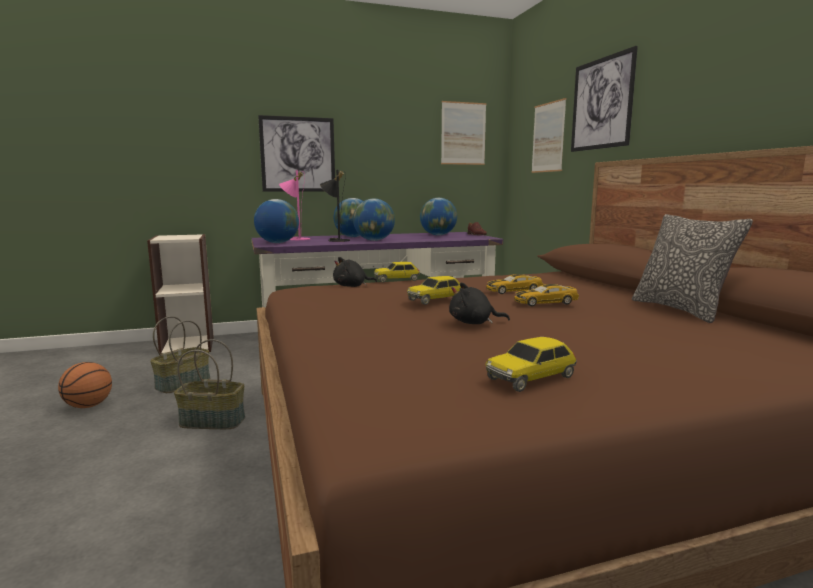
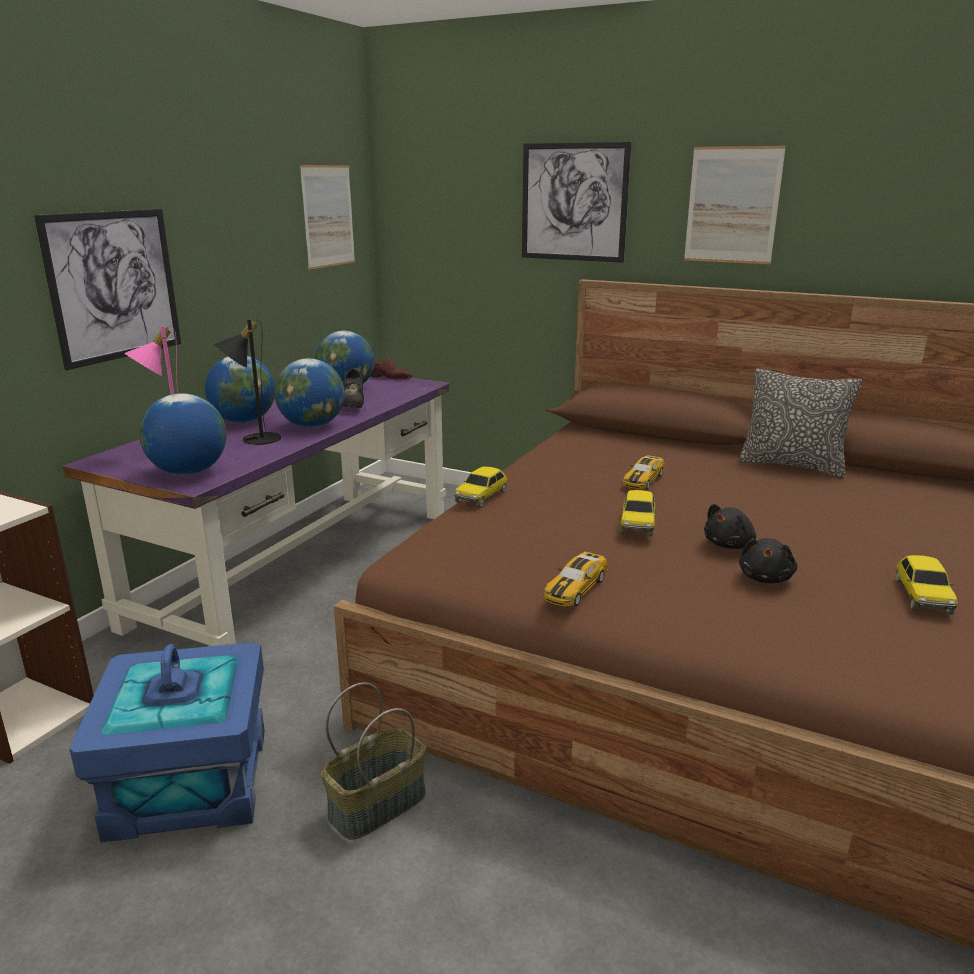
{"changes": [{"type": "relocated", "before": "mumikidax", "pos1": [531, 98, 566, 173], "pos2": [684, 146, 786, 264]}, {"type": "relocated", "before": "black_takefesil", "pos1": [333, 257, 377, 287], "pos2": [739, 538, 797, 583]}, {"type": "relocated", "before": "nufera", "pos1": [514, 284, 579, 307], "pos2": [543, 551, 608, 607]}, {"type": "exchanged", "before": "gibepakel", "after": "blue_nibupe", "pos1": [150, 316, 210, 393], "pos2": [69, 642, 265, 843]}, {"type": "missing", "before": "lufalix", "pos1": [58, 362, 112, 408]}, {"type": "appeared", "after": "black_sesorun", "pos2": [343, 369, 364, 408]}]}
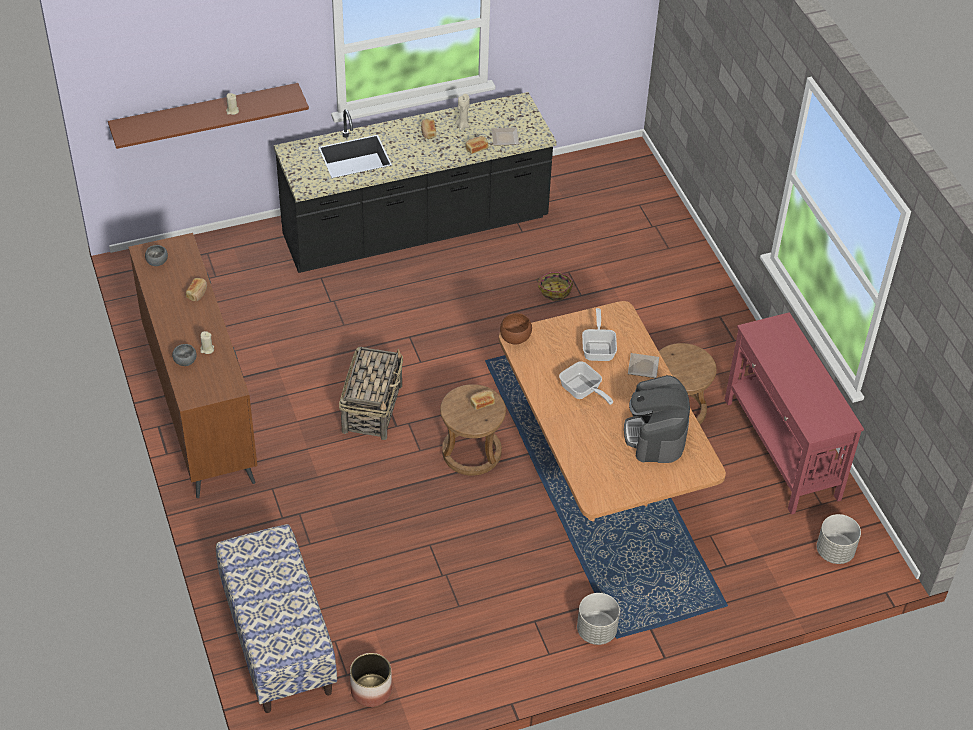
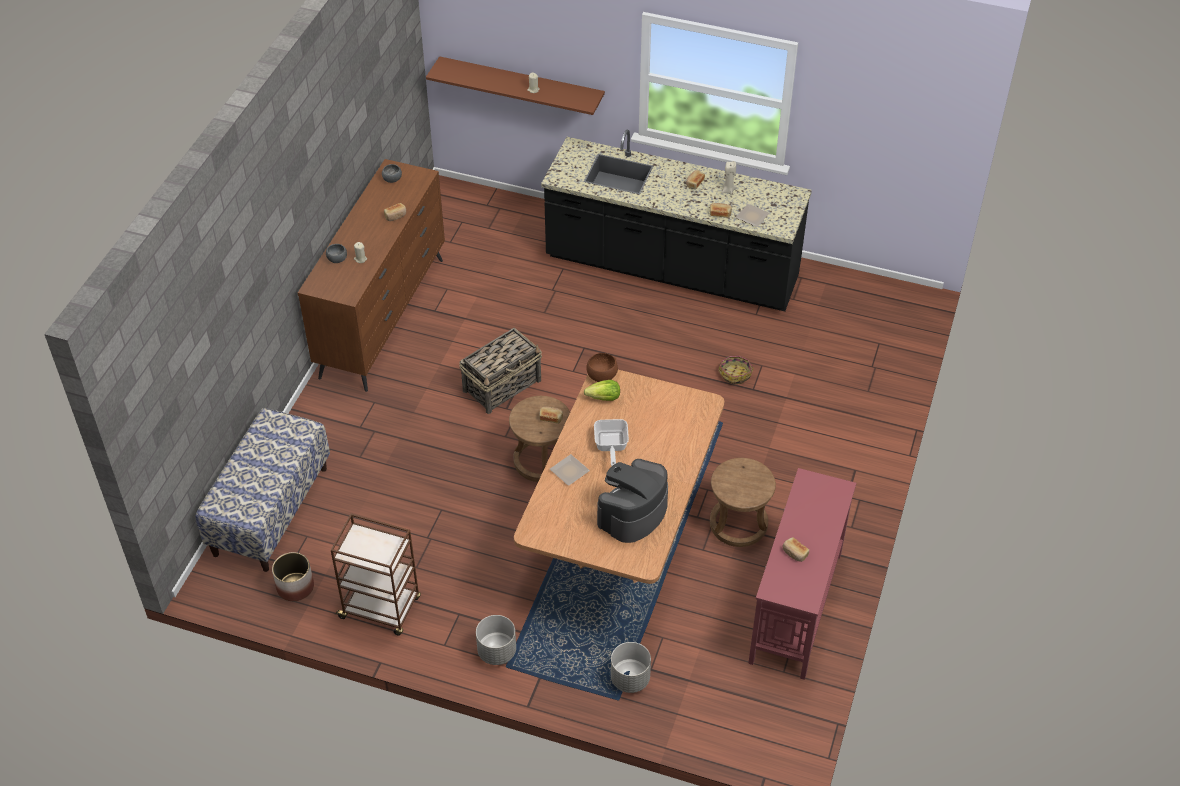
{"changes": [{"type": "missing", "before": "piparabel", "pos1": [582, 308, 617, 361]}, {"type": "relocated", "before": "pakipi", "pos1": [628, 353, 659, 378], "pos2": [550, 454, 590, 486]}, {"type": "relocated", "before": "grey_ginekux", "pos1": [817, 514, 861, 564], "pos2": [611, 642, 651, 693]}, {"type": "appeared", "after": "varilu", "pos2": [584, 380, 620, 401]}, {"type": "appeared", "after": "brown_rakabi", "pos2": [331, 513, 421, 636]}, {"type": "appeared", "after": "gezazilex", "pos2": [783, 537, 809, 562]}]}
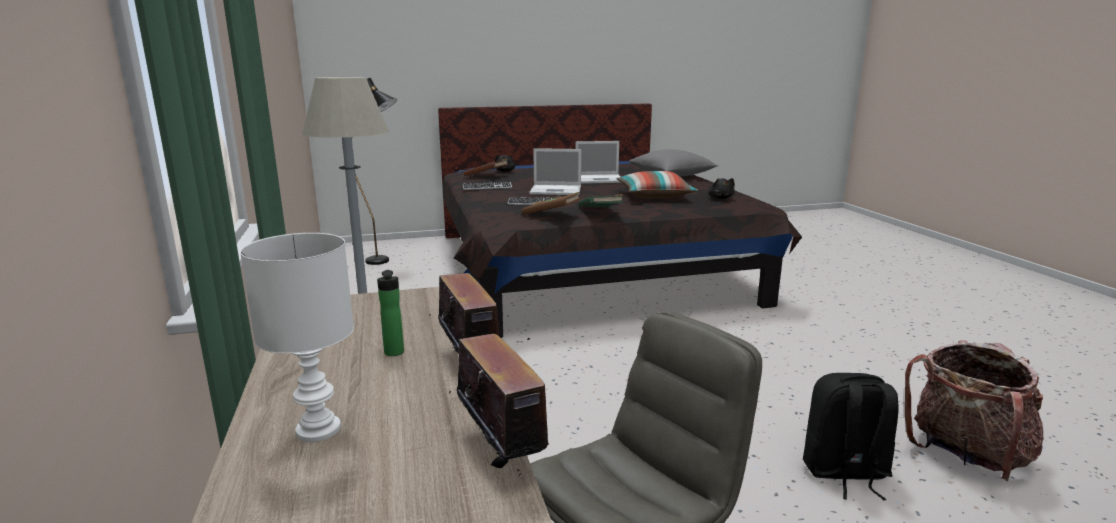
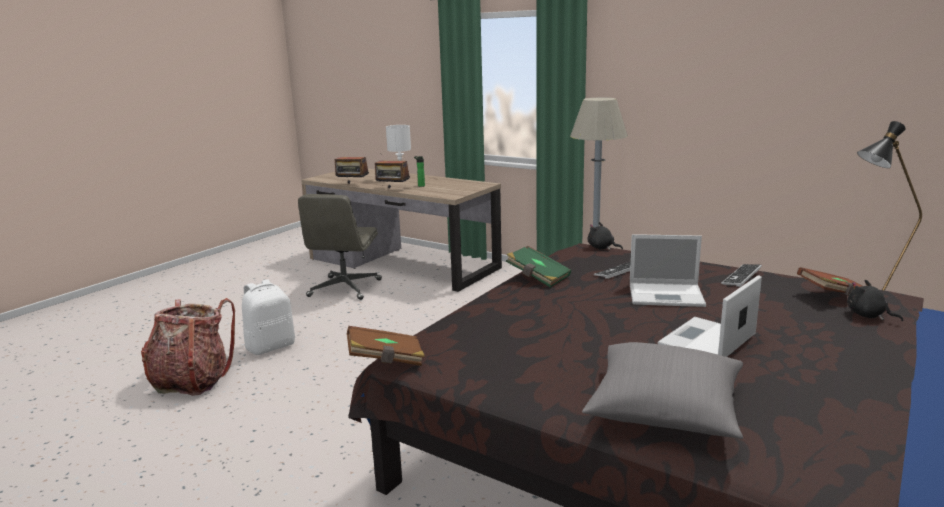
{"changes": [{"type": "spun", "before": "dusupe", "pos1": [529, 148, 581, 195], "pos2": [630, 234, 706, 307], "turn": -135}, {"type": "missing", "before": "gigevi", "pos1": [617, 171, 698, 199]}, {"type": "relocated", "before": "black_takefesil", "pos1": [708, 178, 735, 199], "pos2": [587, 222, 623, 250]}, {"type": "relocated", "before": "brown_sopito", "pos1": [521, 192, 580, 215], "pos2": [347, 326, 425, 366]}, {"type": "colour", "before": "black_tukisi", "after": "white_tukisi", "pos1": [803, 373, 899, 500], "pos2": [242, 279, 295, 355]}]}
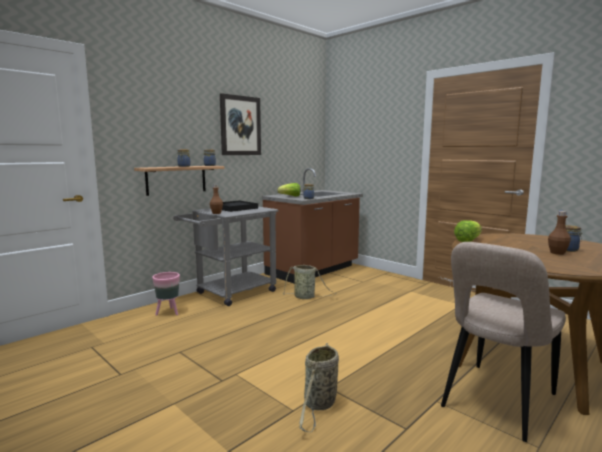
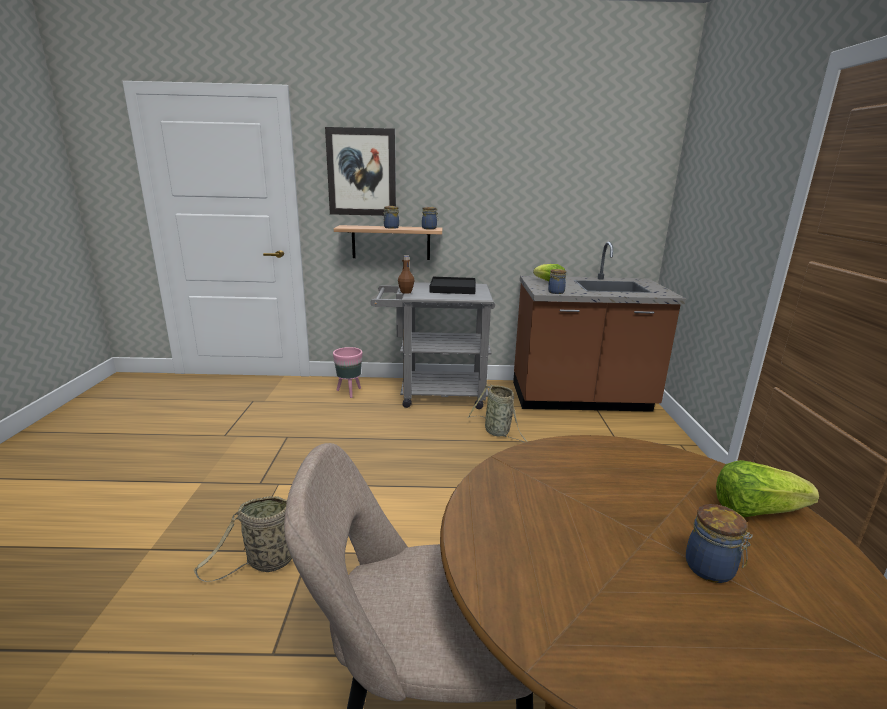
{"changes": [{"type": "relocated", "before": "mumikidax", "pos1": [220, 93, 261, 155], "pos2": [325, 127, 396, 216]}, {"type": "missing", "before": "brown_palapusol", "pos1": [548, 211, 571, 255]}, {"type": "relocated", "before": "varilu", "pos1": [454, 220, 482, 242], "pos2": [716, 460, 819, 517]}]}
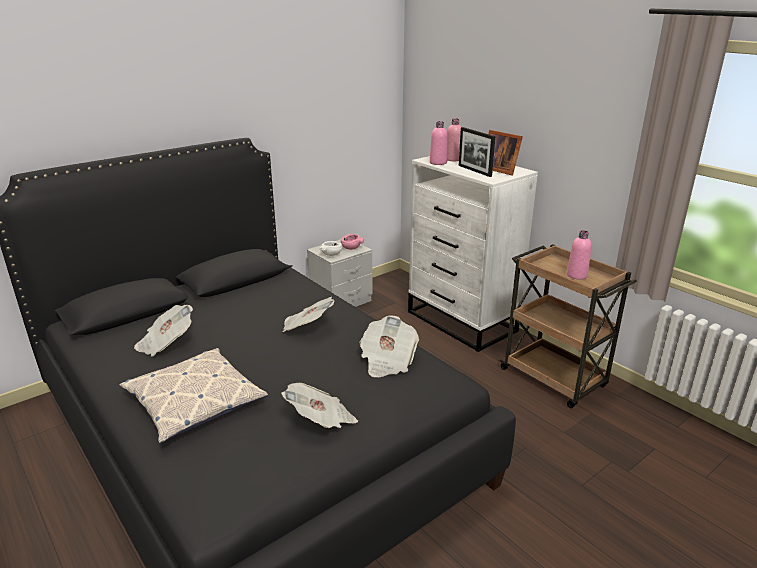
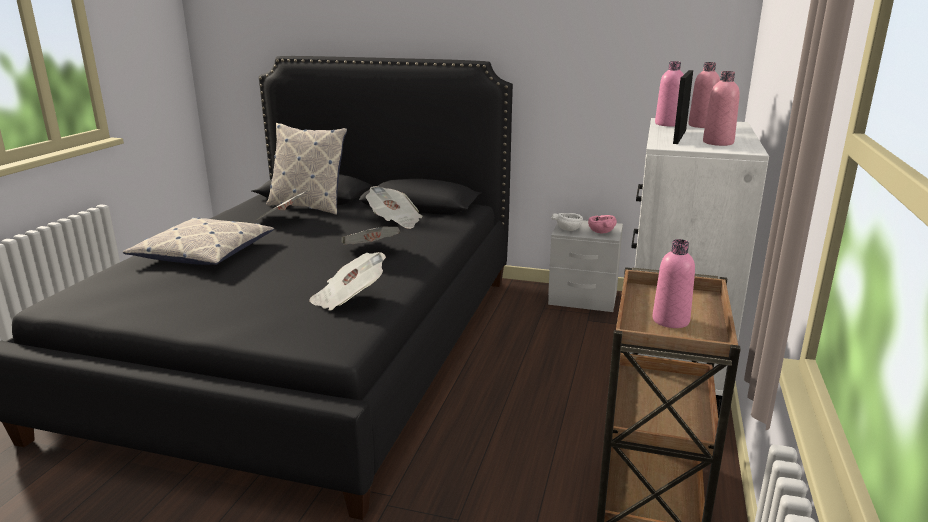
{"changes": [{"type": "exchanged", "before": "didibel", "after": "pink_palapusol", "pos1": [488, 130, 523, 176], "pos2": [703, 71, 740, 146]}, {"type": "relocated", "before": "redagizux", "pos1": [281, 383, 358, 428], "pos2": [366, 186, 423, 229]}, {"type": "appeared", "after": "gigevi", "pos2": [266, 123, 347, 215]}]}
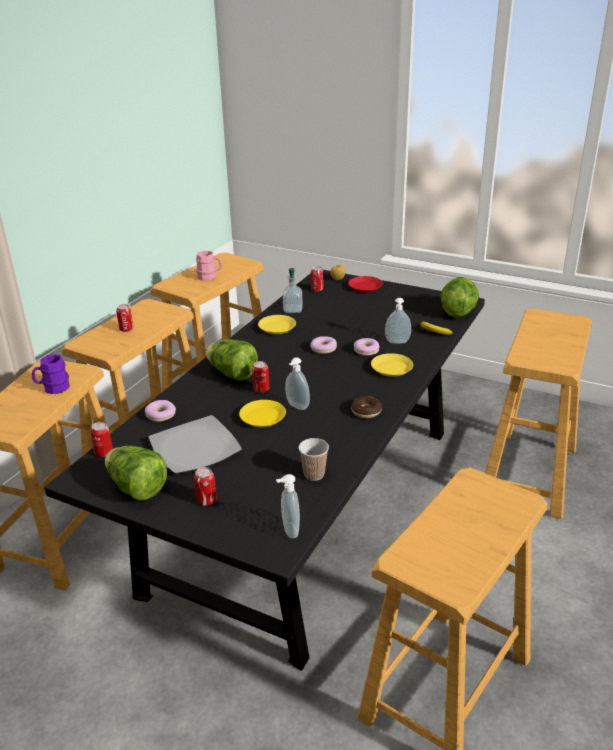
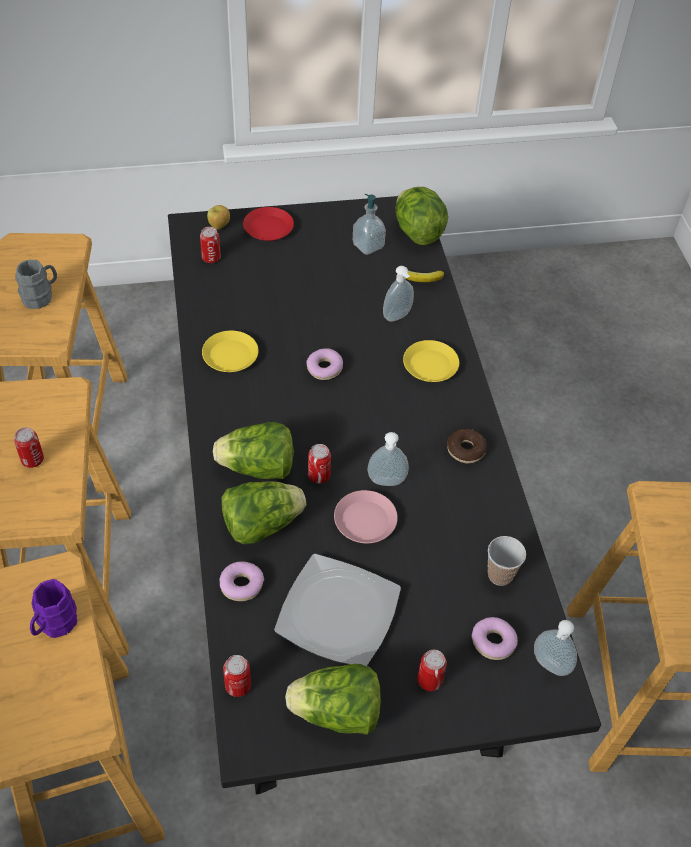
{"changes": [{"type": "colour", "before": "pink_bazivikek", "after": "grey_bazivikek", "pos1": [196, 251, 222, 281], "pos2": [15, 260, 57, 309]}, {"type": "relocated", "before": "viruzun", "pos1": [283, 268, 302, 313], "pos2": [353, 194, 386, 255]}, {"type": "missing", "before": "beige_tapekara", "pos1": [485, 308, 592, 519]}, {"type": "relocated", "before": "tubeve", "pos1": [354, 338, 379, 356], "pos2": [472, 617, 518, 660]}, {"type": "colour", "before": "yellow_pakipi", "after": "pink_pakipi", "pos1": [239, 400, 286, 427], "pos2": [334, 490, 398, 543]}, {"type": "appeared", "after": "varilu", "pos2": [222, 481, 306, 544]}]}
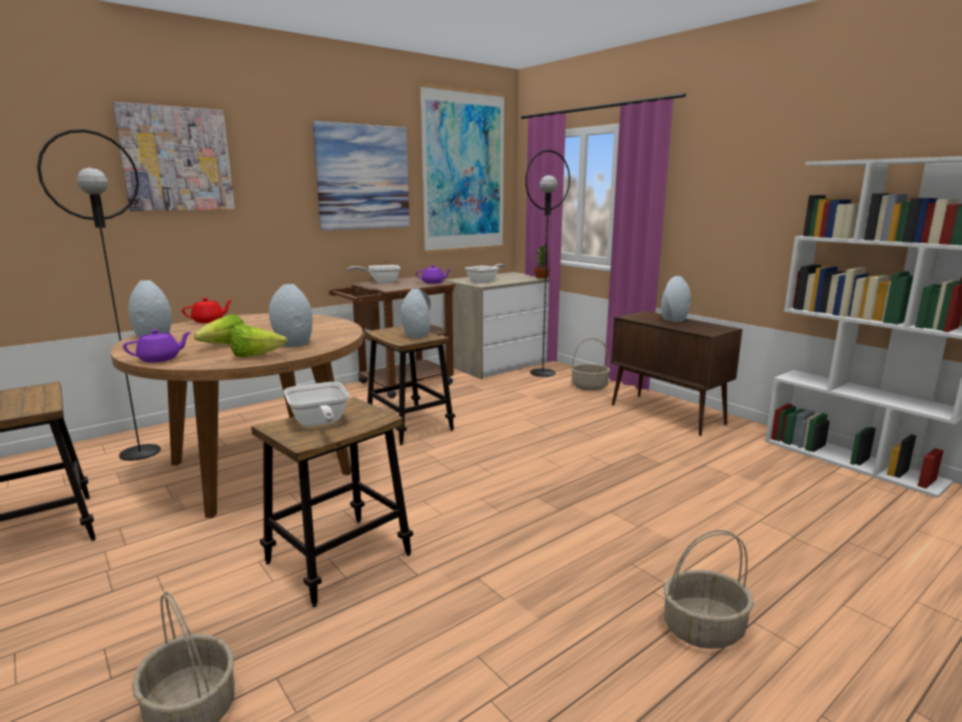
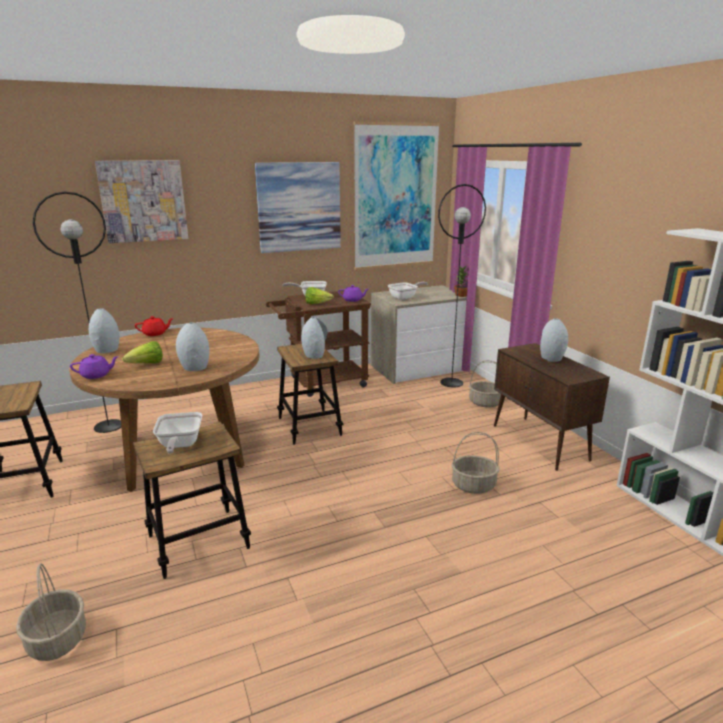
{"changes": [{"type": "relocated", "before": "varilu", "pos1": [231, 325, 287, 357], "pos2": [305, 287, 334, 304]}, {"type": "relocated", "before": "gibepakel", "pos1": [664, 530, 754, 649], "pos2": [452, 432, 500, 494]}]}
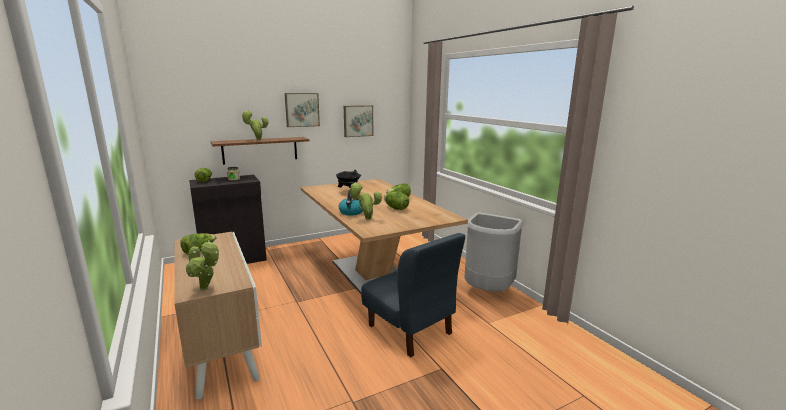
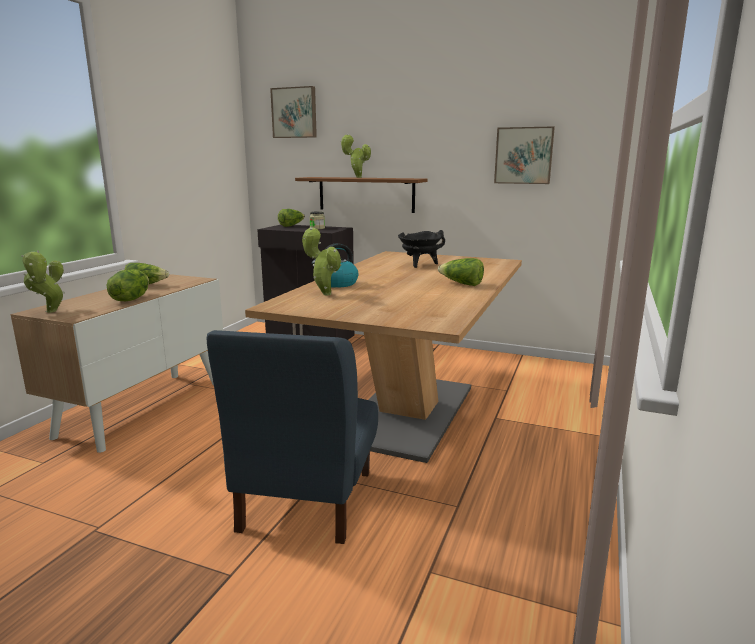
{"changes": [{"type": "relocated", "before": "mumikidax", "pos1": [285, 93, 320, 127], "pos2": [270, 86, 317, 138]}, {"type": "relocated", "before": "varilu", "pos1": [384, 191, 409, 210], "pos2": [107, 269, 149, 301]}, {"type": "missing", "before": "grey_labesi", "pos1": [464, 213, 524, 292]}]}
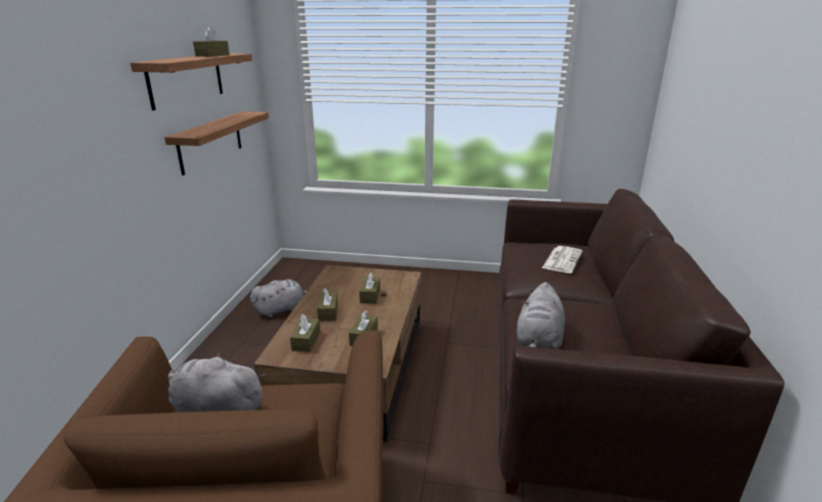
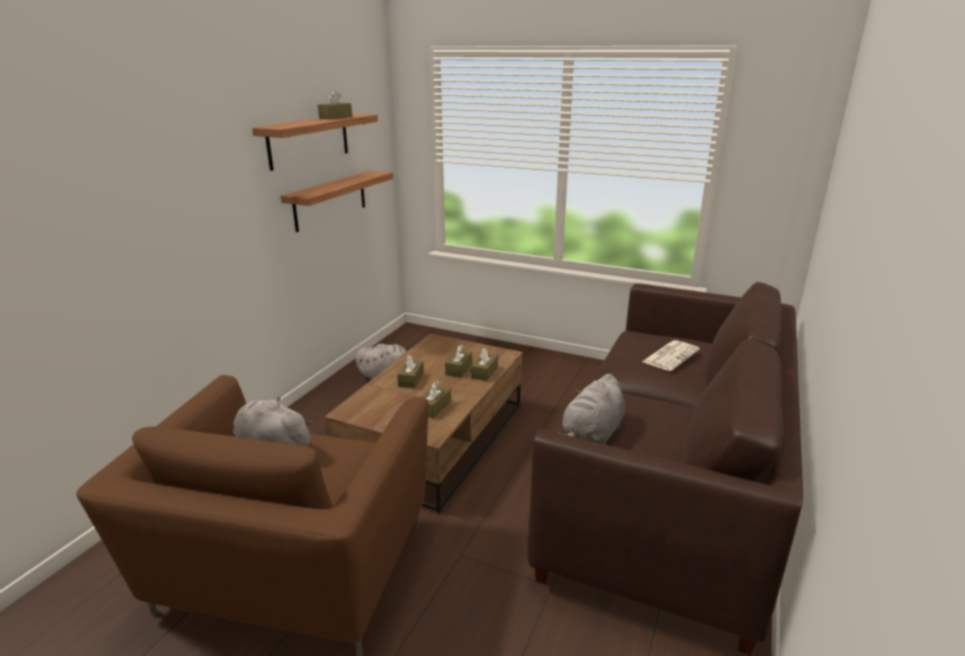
{"changes": [{"type": "relocated", "before": "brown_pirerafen", "pos1": [290, 314, 320, 352], "pos2": [471, 348, 498, 381]}]}
